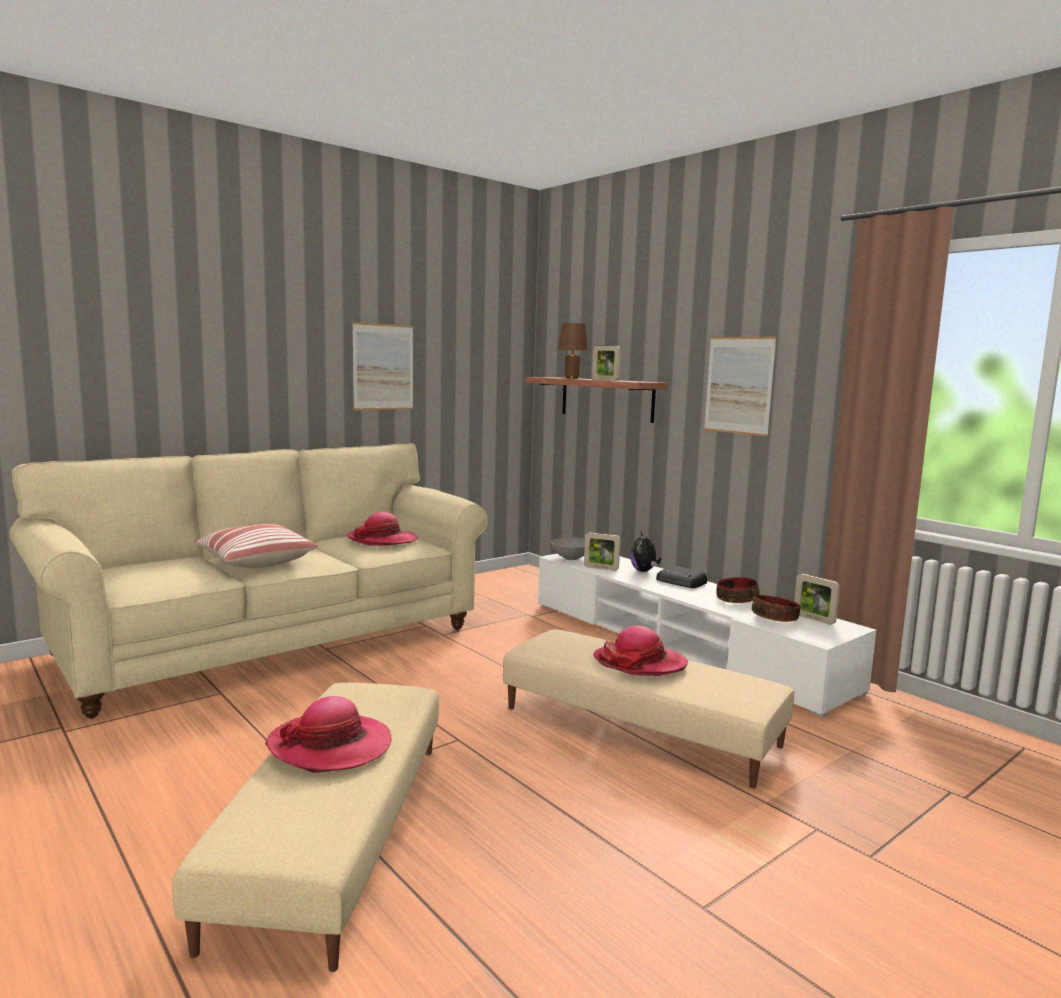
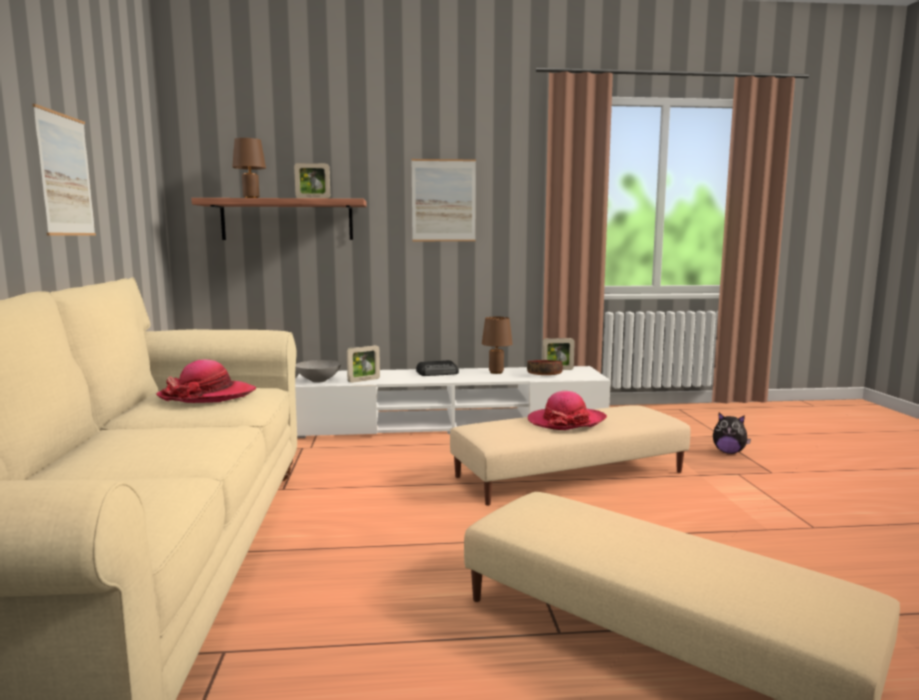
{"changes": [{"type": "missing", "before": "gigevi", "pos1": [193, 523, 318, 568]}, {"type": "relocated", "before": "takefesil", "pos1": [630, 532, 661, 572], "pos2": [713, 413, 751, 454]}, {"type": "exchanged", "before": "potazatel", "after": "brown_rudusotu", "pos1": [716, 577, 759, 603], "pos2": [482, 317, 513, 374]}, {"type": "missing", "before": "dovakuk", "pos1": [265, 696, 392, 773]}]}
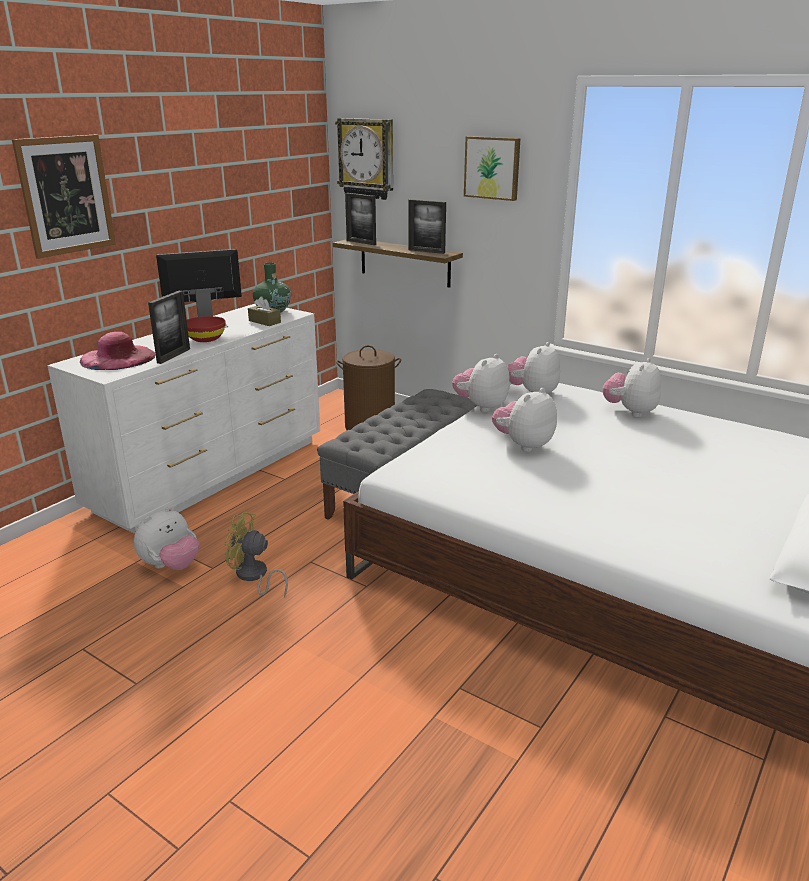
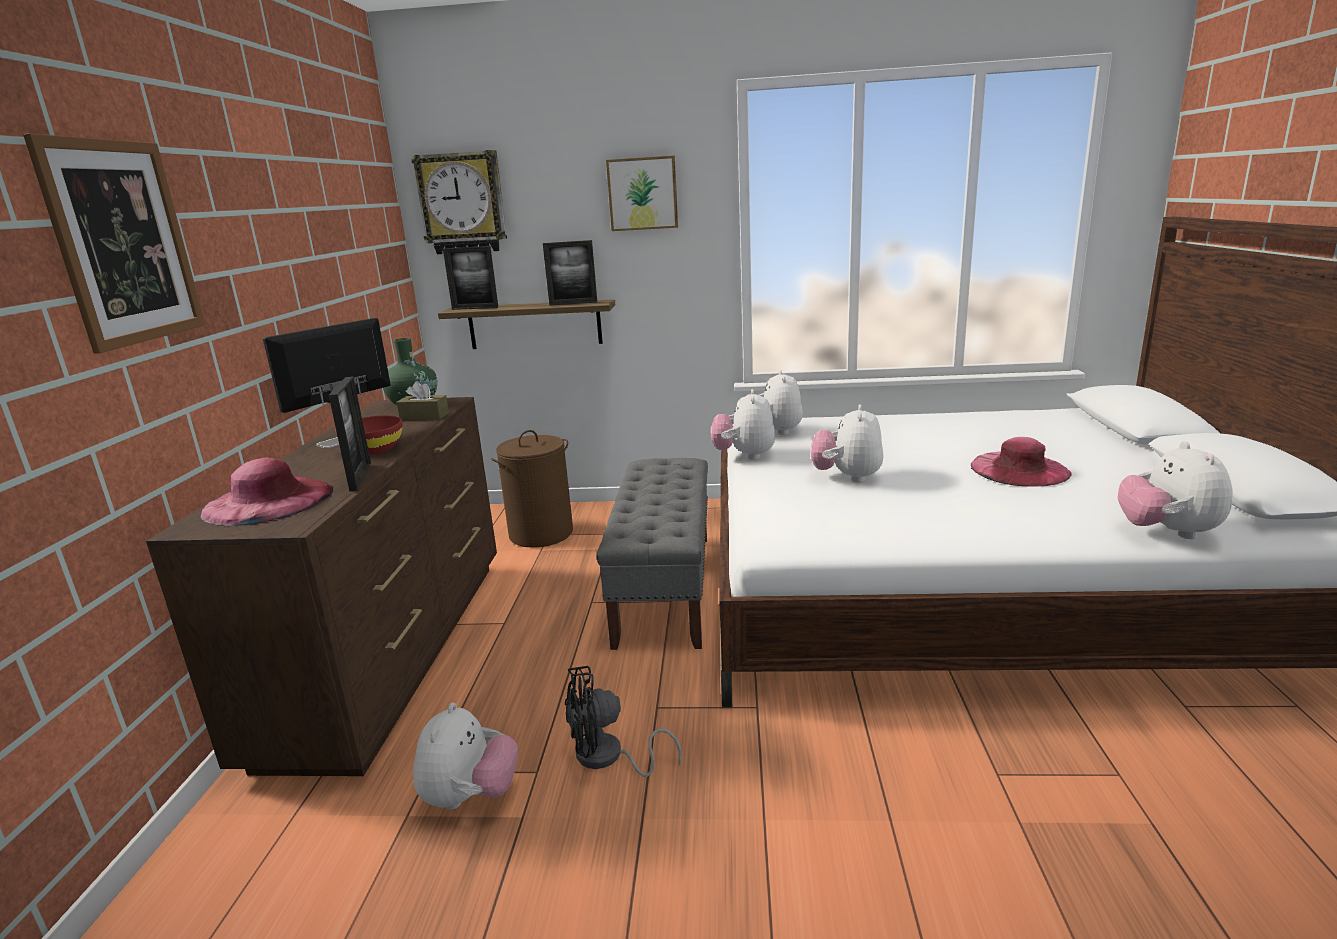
{"changes": [{"type": "colour", "before": "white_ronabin", "after": "brown_ronabin", "pos1": [47, 304, 320, 534], "pos2": [146, 397, 497, 776]}, {"type": "relocated", "before": "takefesil", "pos1": [603, 358, 661, 417], "pos2": [1118, 441, 1233, 539]}, {"type": "colour", "before": "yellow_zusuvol", "after": "black_zusuvol", "pos1": [224, 512, 288, 597], "pos2": [565, 666, 682, 777]}, {"type": "appeared", "after": "pink_dovakuk", "pos2": [971, 437, 1072, 487]}]}
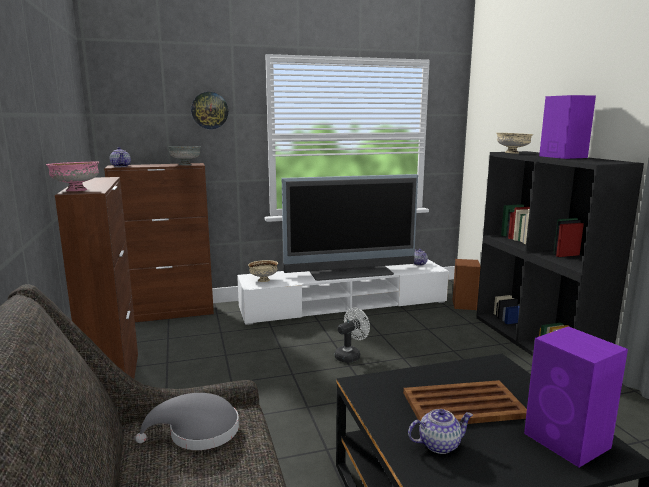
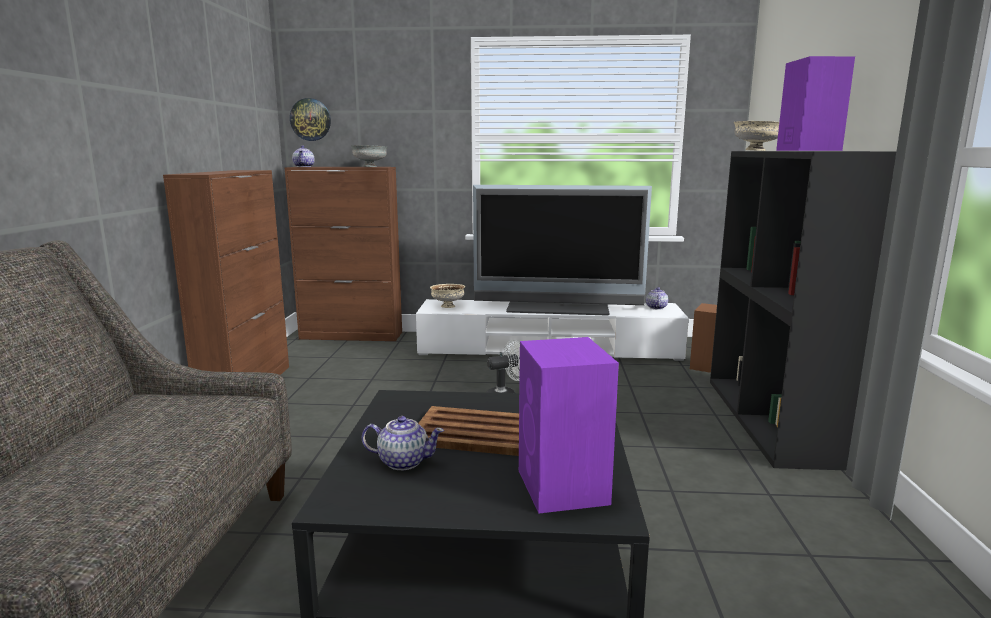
{"changes": [{"type": "relocated", "before": "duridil", "pos1": [191, 92, 228, 129], "pos2": [290, 98, 331, 141]}, {"type": "missing", "before": "pink_potazatel", "pos1": [46, 162, 99, 191]}, {"type": "missing", "before": "grey_dovakuk", "pos1": [135, 393, 239, 450]}]}
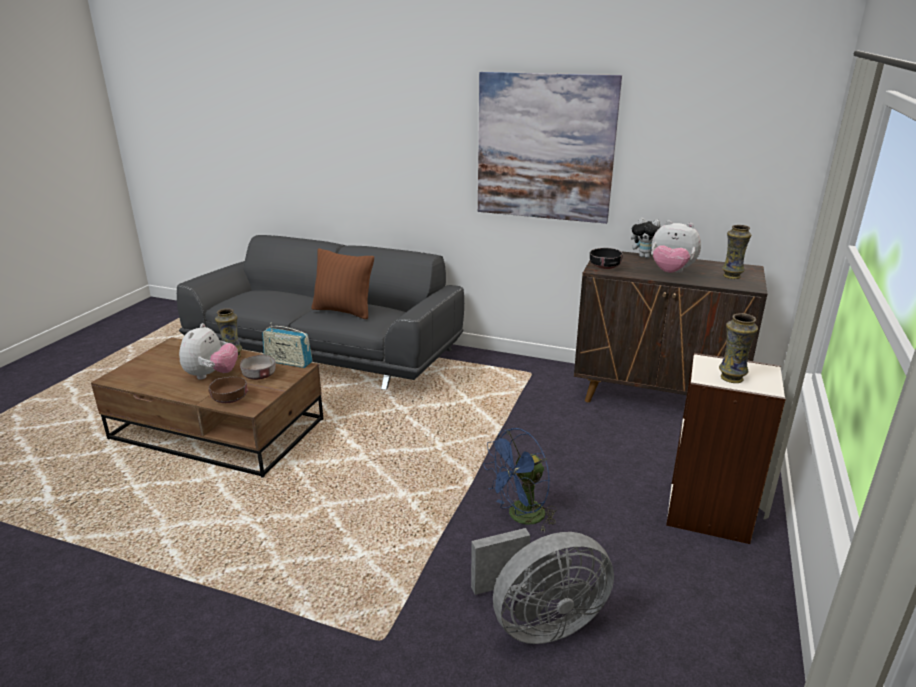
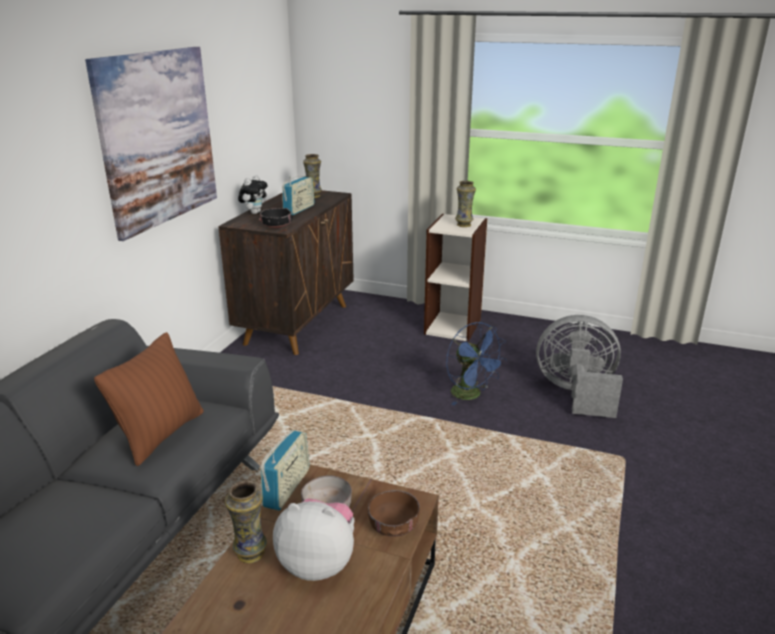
{"changes": [{"type": "exchanged", "before": "takefesil", "after": "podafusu", "pos1": [651, 220, 701, 273], "pos2": [282, 176, 315, 215]}, {"type": "spun", "before": "grey_zusuvol", "pos1": [471, 528, 614, 644], "pos2": [536, 315, 623, 418], "turn": -60}]}
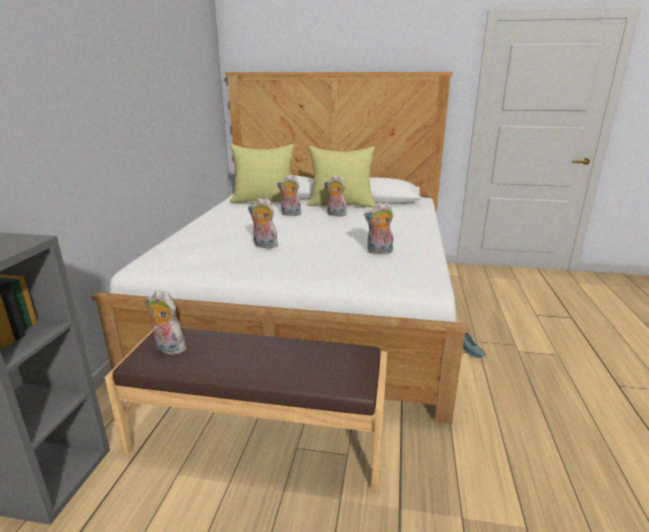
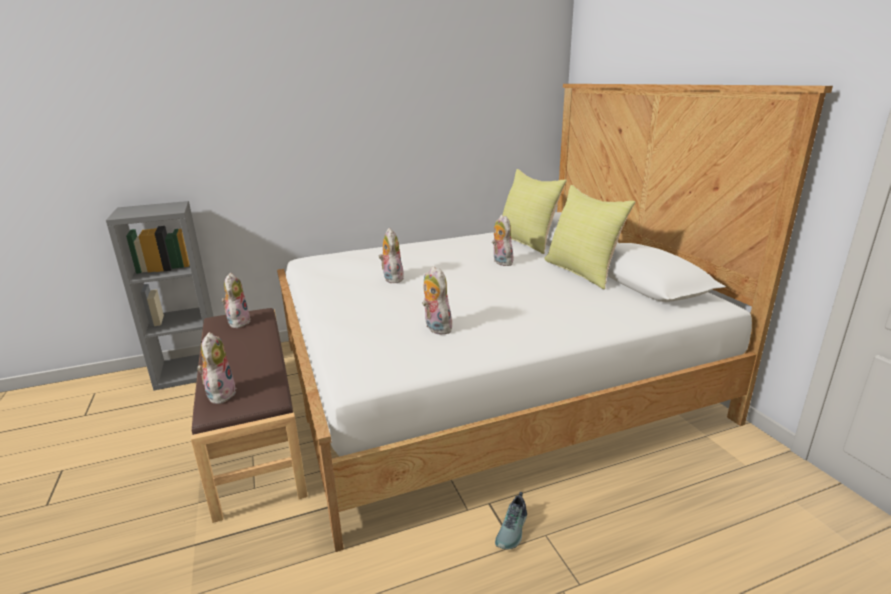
{"changes": [{"type": "relocated", "before": "takefesil", "pos1": [324, 175, 347, 216], "pos2": [197, 332, 236, 404]}]}
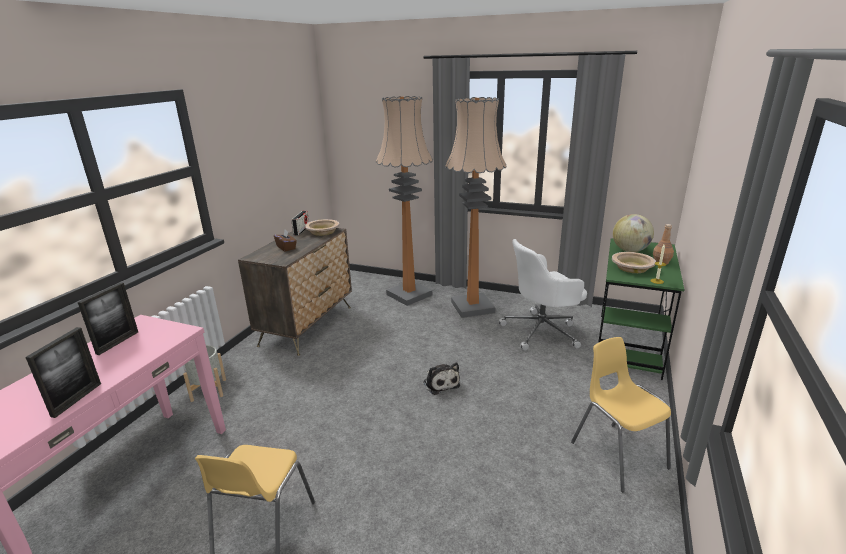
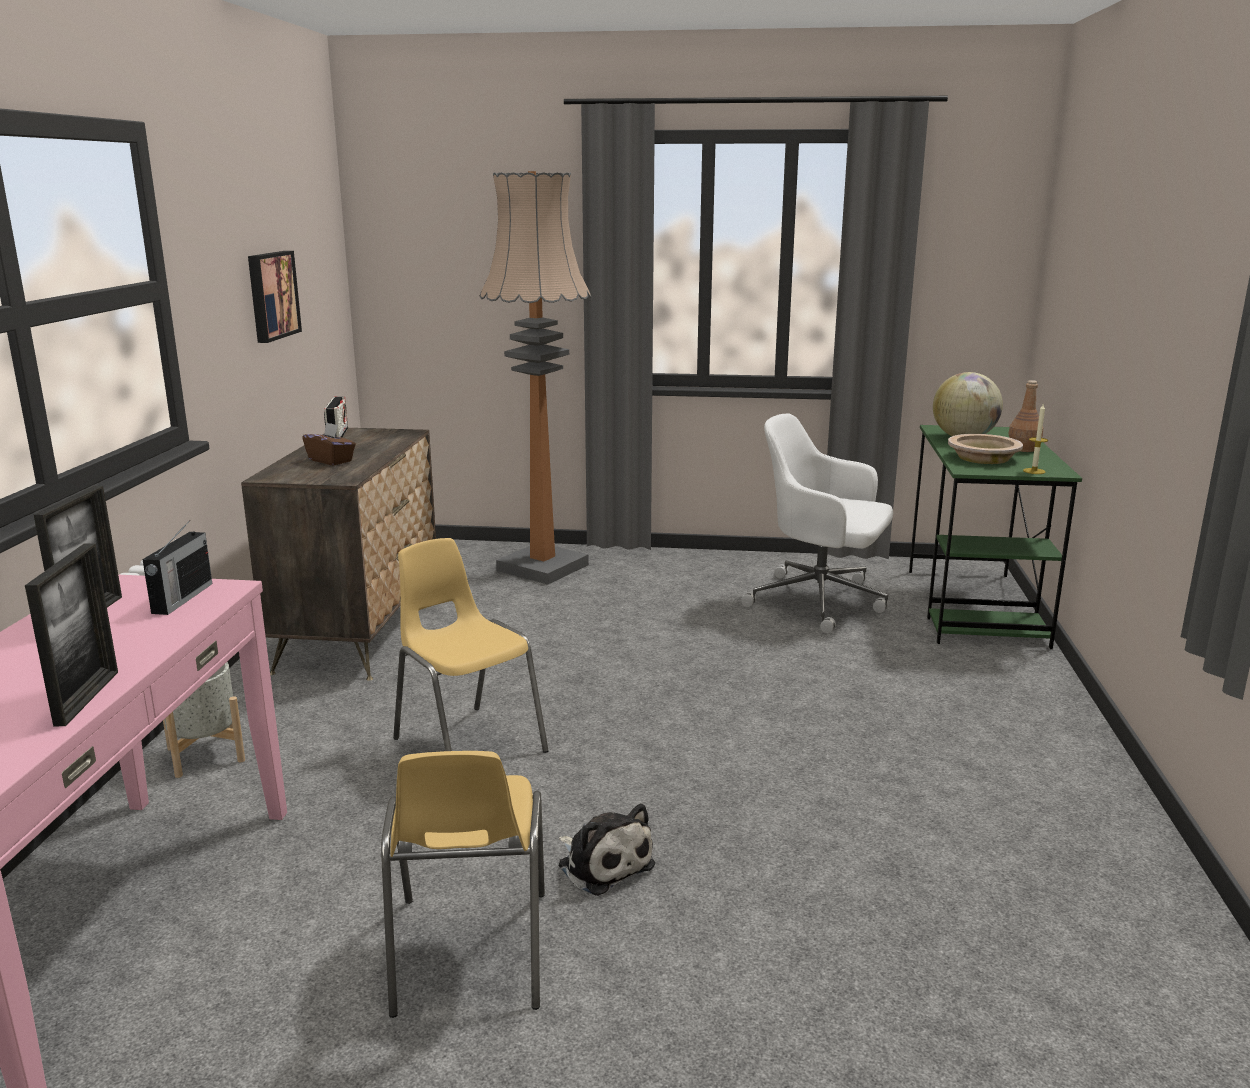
{"changes": [{"type": "missing", "before": "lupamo", "pos1": [445, 97, 506, 318]}, {"type": "missing", "before": "beige_potazatel", "pos1": [305, 219, 339, 236]}, {"type": "spun", "before": "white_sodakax", "pos1": [499, 239, 587, 351], "pos2": [741, 414, 893, 633], "turn": 60}, {"type": "relocated", "before": "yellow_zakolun", "pos1": [571, 337, 671, 492], "pos2": [393, 538, 549, 753]}, {"type": "relocated", "before": "takefesil", "pos1": [423, 362, 460, 395], "pos2": [558, 804, 655, 896]}, {"type": "appeared", "after": "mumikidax", "pos2": [248, 251, 302, 343]}, {"type": "appeared", "after": "podafusu", "pos2": [142, 520, 212, 615]}]}
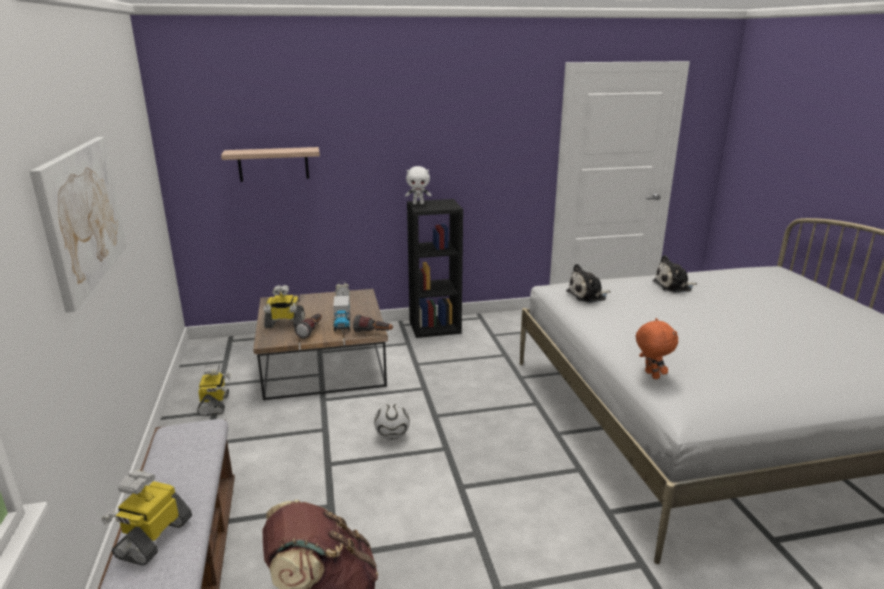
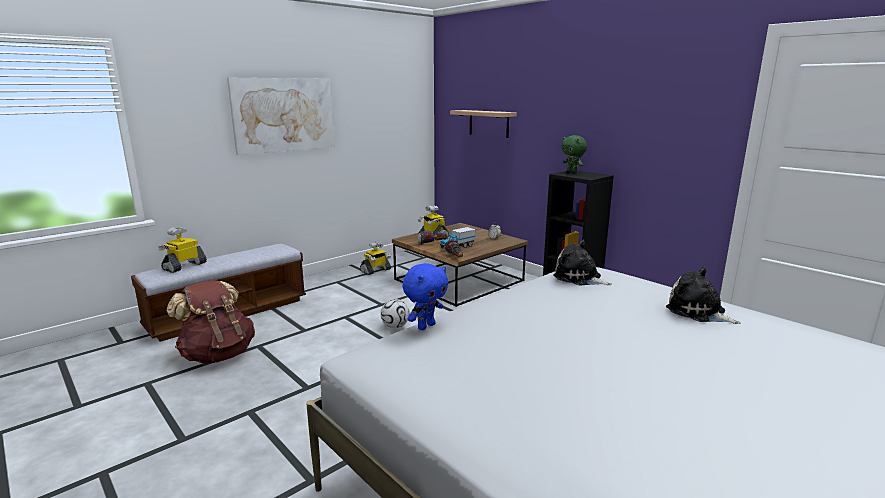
{"changes": [{"type": "colour", "before": "white_takefesil", "after": "green_takefesil", "pos1": [405, 166, 431, 205], "pos2": [562, 135, 587, 173]}, {"type": "colour", "before": "orange_takefesil", "after": "blue_takefesil", "pos1": [636, 318, 678, 379], "pos2": [402, 263, 448, 330]}, {"type": "spun", "before": "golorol", "pos1": [101, 470, 192, 565], "pos2": [158, 227, 207, 273], "turn": -45}]}
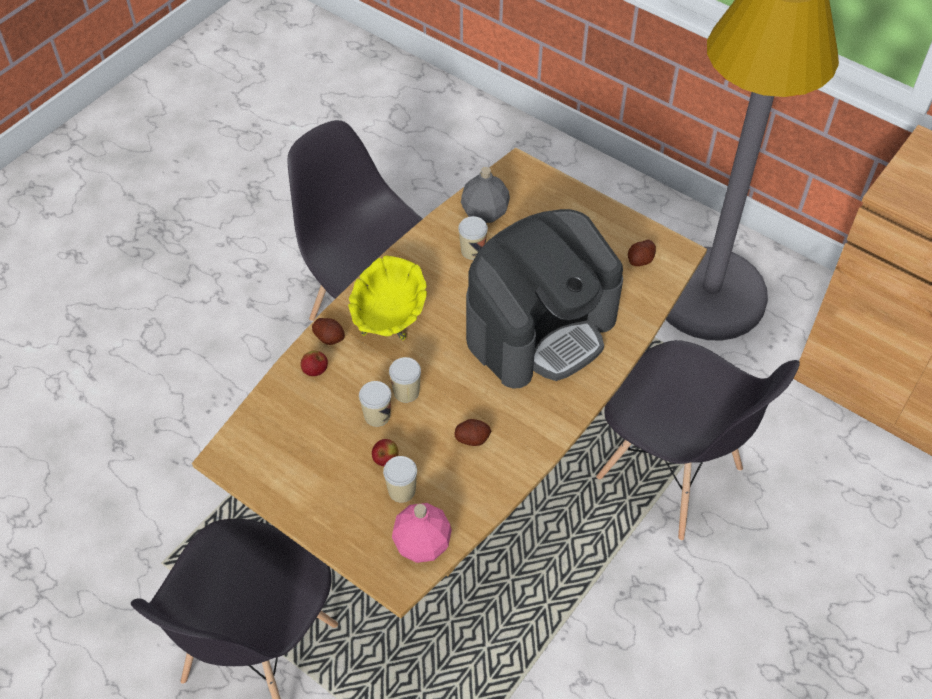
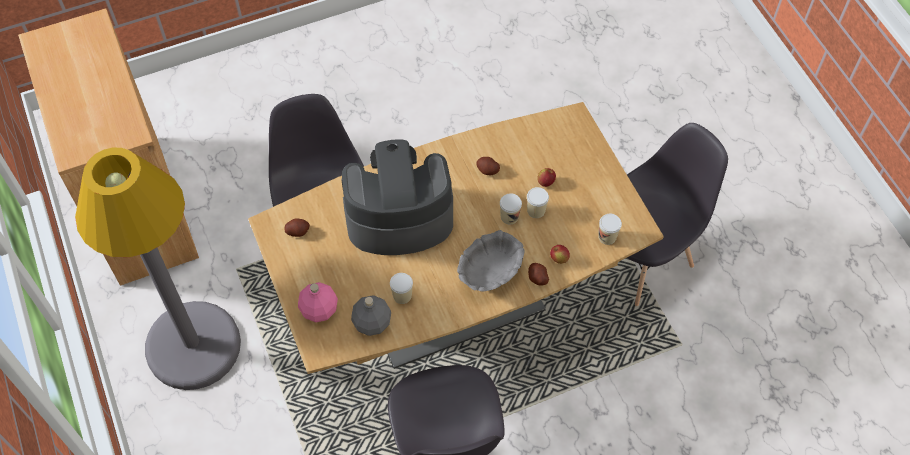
{"changes": [{"type": "colour", "before": "yellow_potazatel", "after": "grey_potazatel", "pos1": [348, 256, 427, 341], "pos2": [457, 230, 525, 292]}, {"type": "relocated", "before": "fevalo", "pos1": [383, 456, 417, 503], "pos2": [598, 214, 622, 245]}, {"type": "relocated", "before": "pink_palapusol", "pos1": [392, 503, 452, 563], "pos2": [298, 282, 338, 322]}]}
